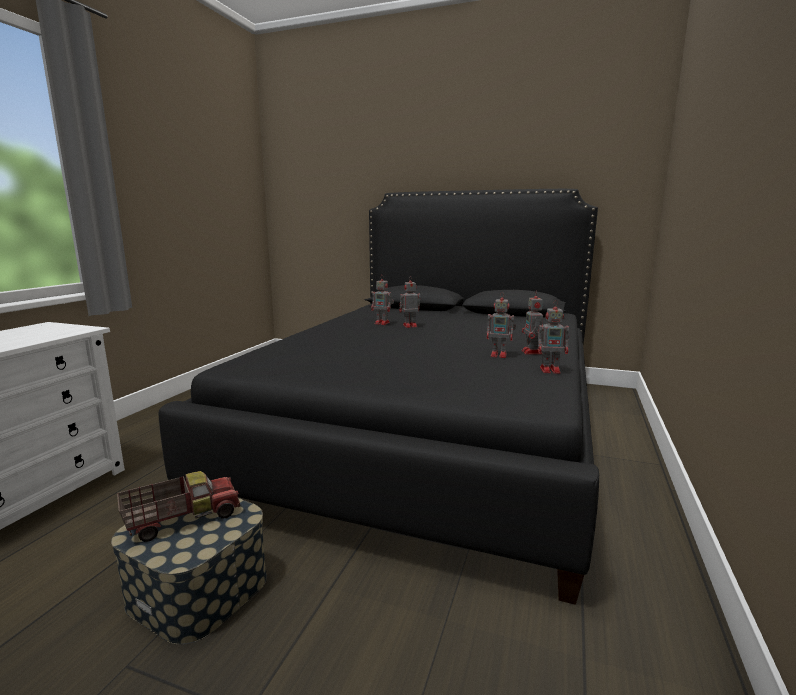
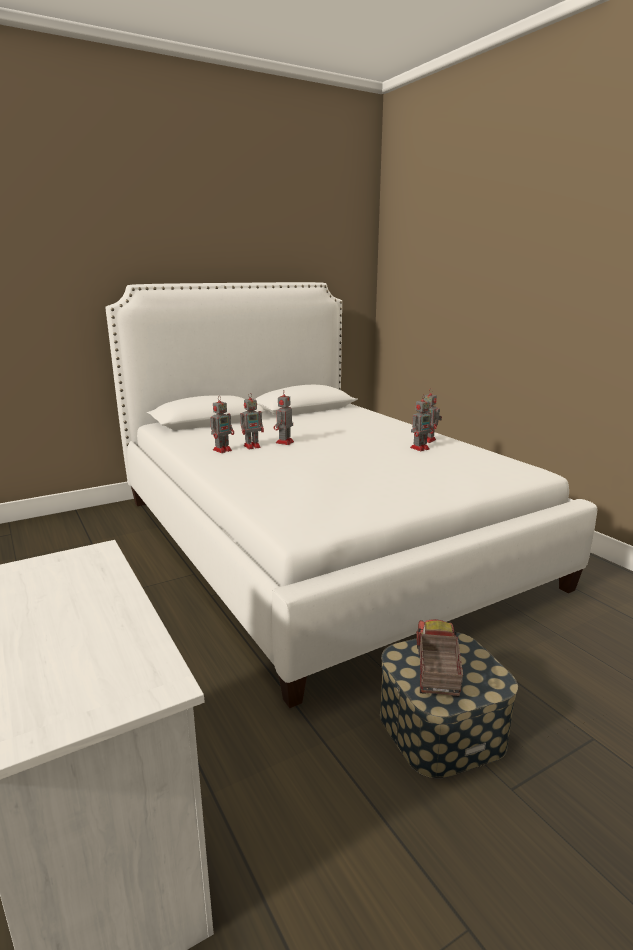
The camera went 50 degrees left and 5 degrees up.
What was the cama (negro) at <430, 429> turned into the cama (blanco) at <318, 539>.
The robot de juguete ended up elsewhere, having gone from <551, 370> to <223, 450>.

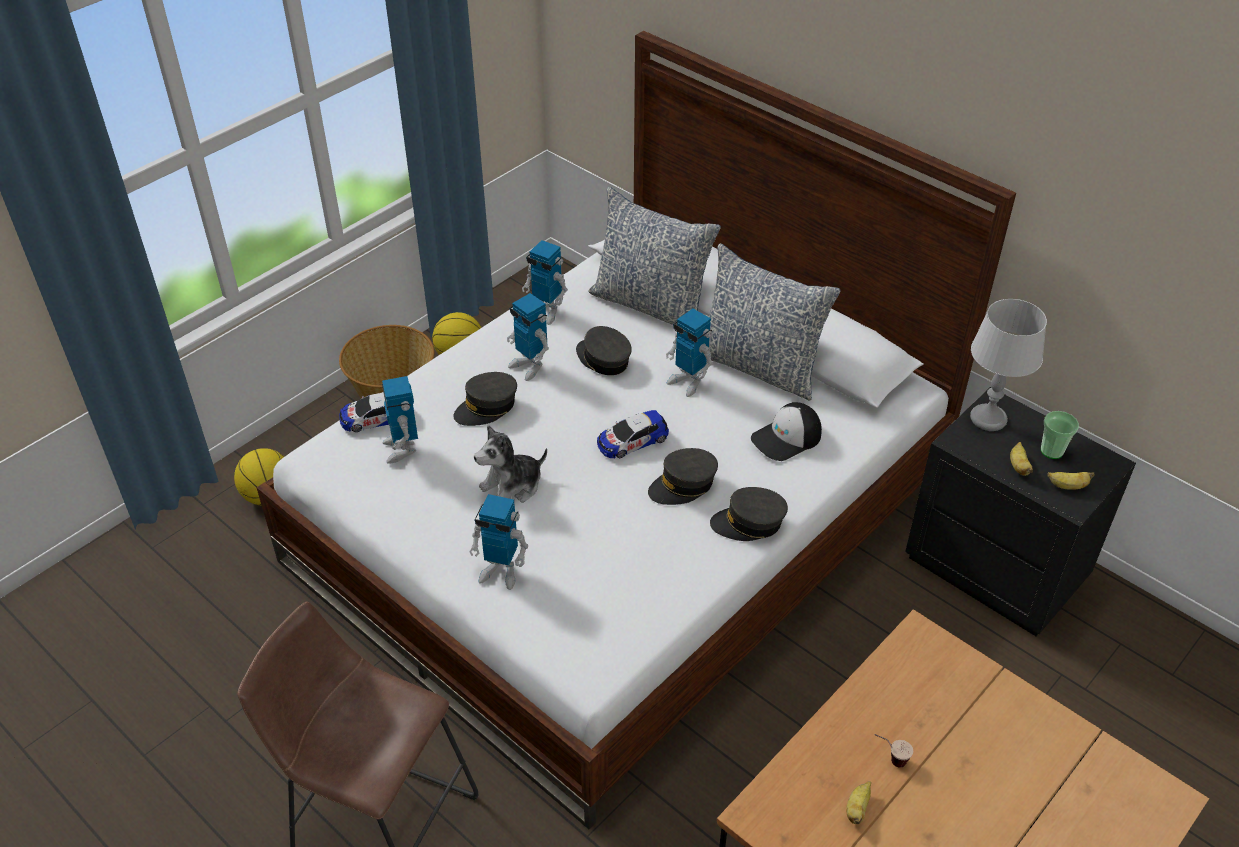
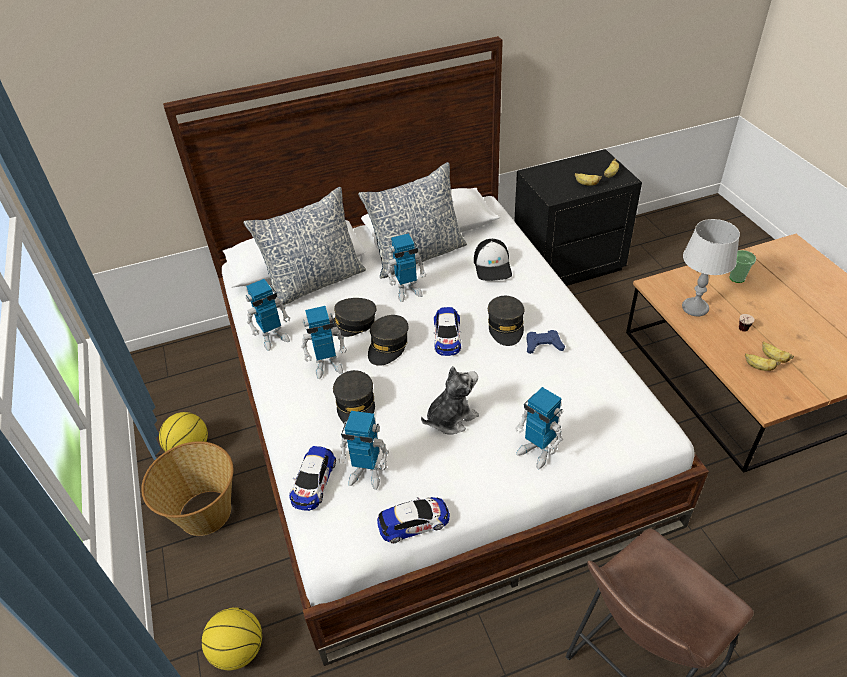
The camera went 60 degrees left and 0 degrees up.
The lámpara de mesa (gris) ended up elsewhere, having gone from <988, 419> to <695, 308>.
The taza ended up elsewhere, having gone from <1051, 451> to <737, 278>.
The peluche at <512, 487> ended up facing another way, 120 degrees counterclockwise from before.
The gorra (gris) ended up elsewhere, having gone from <749, 523> to <388, 346>.
The robot de juguete at <501, 571> ended up facing another way, 90 degrees clockwise from before.
The second view gained the mando de consola (azul) at <543, 345>.
The second view gained the plátano at <758, 367>.
The second view gained the coche de juguete at <414, 522>.

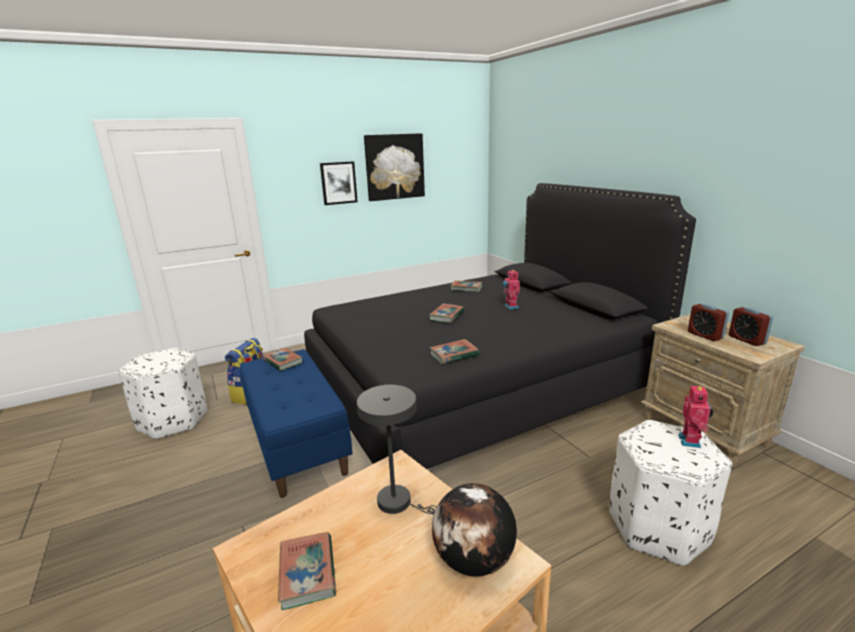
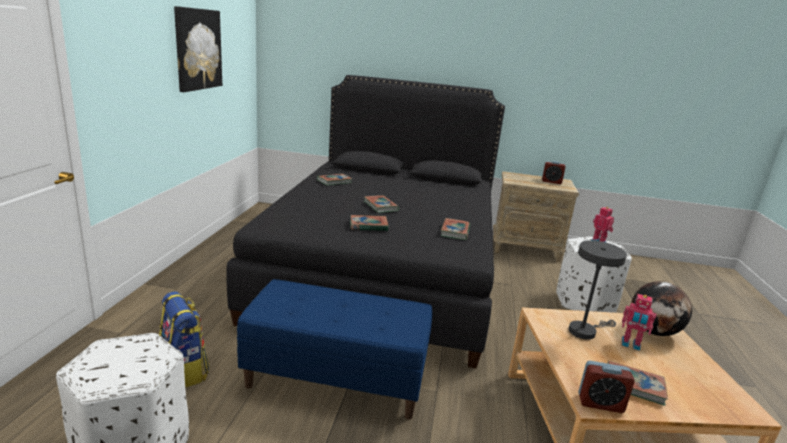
The camera went 55 degrees left and 0 degrees up.
The second view lost the cuadro at <338, 183>.
The robot de juguete ended up elsewhere, having gone from <510, 307> to <630, 345>.
The despertador ended up elsewhere, having gone from <705, 335> to <600, 403>.
The libro ended up elsewhere, having gone from <283, 362> to <368, 226>.

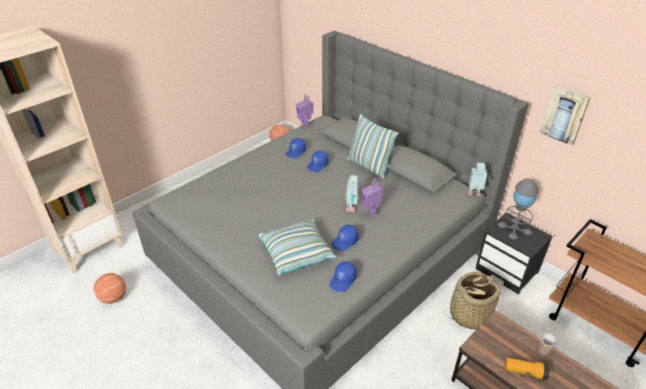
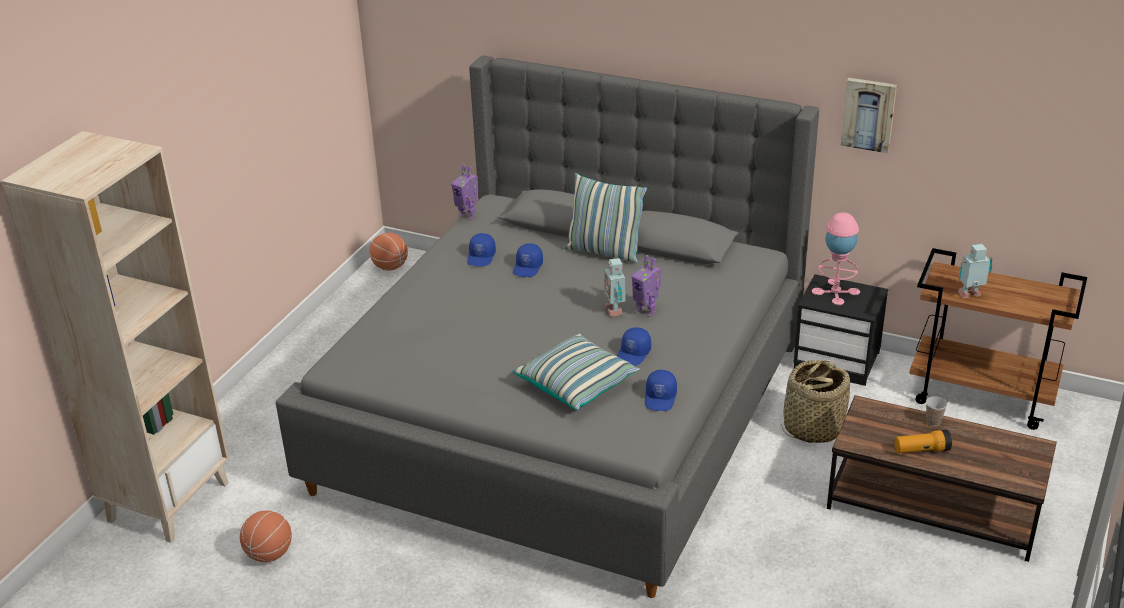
The camera went 20 degrees left and 5 degrees down.
The robot de juguete ended up elsewhere, having gone from <474, 194> to <971, 295>.
What was the lámpara de mesa (gris) at <514, 228> turned into the lámpara de mesa (rosa) at <835, 291>.

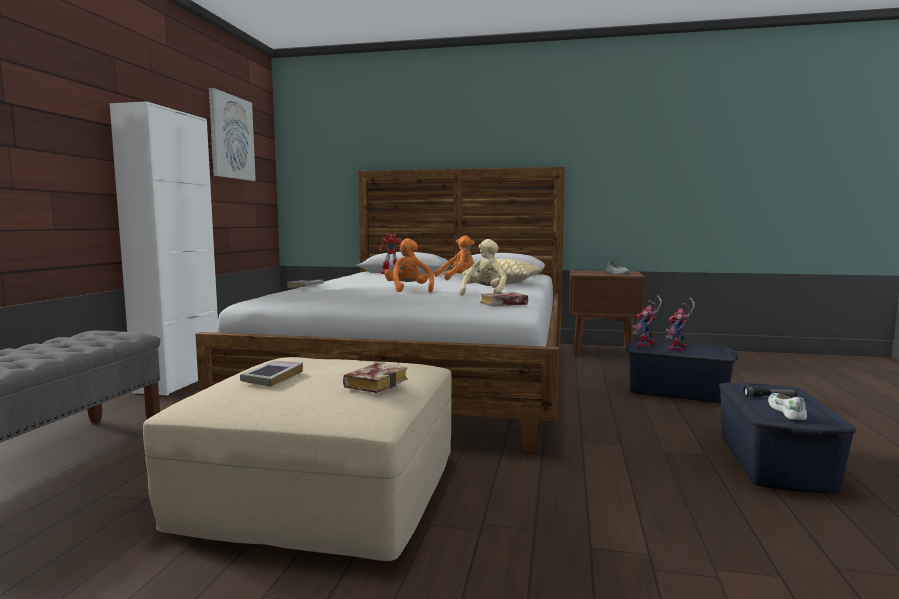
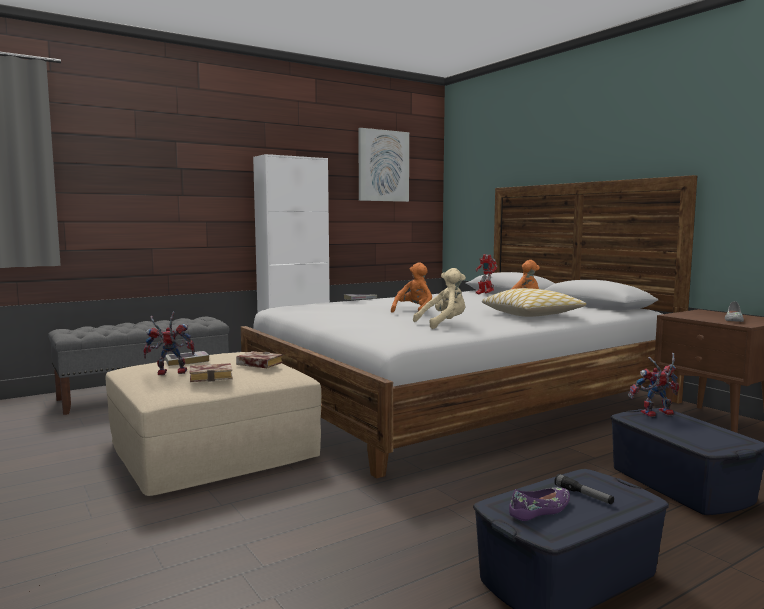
The camera went 45 degrees right and 0 degrees up.
The libro ended up elsewhere, having gone from <502, 304> to <257, 364>.
The robot de juguete ended up elsewhere, having gone from <679, 349> to <169, 373>.
What was the zapato (blanco) at <787, 411> turned into the zapato (morado) at <541, 510>.

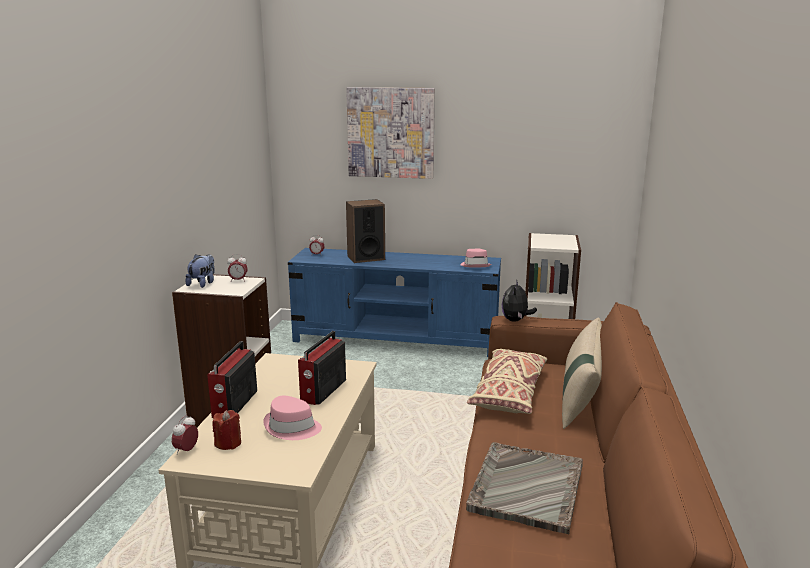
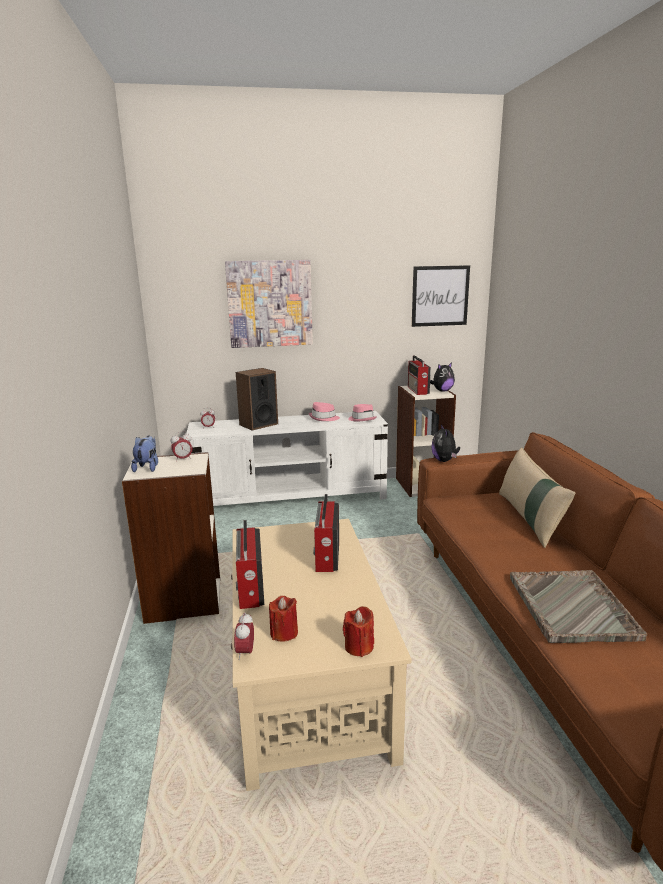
The camera went 20 degrees left and 0 degrees up.
What was the mueble de televisión (azul) at <396, 339> turned into the mueble de televisión (blanco) at <291, 497>.
The second view lost the cojín (beis) at <509, 392>.
The sombrero (rosa) ended up elsewhere, having gone from <292, 428> to <324, 418>.
The second view gained the cuadro at <440, 296>.
The second view gained the radio at <418, 390>.
The second view gained the peluche at <442, 391>.
The second view gained the vela (rojo) at <359, 646>.

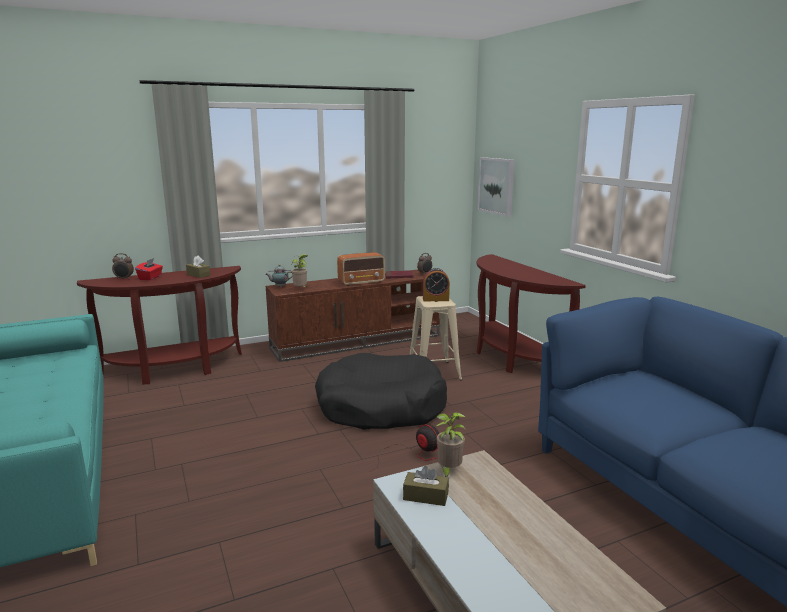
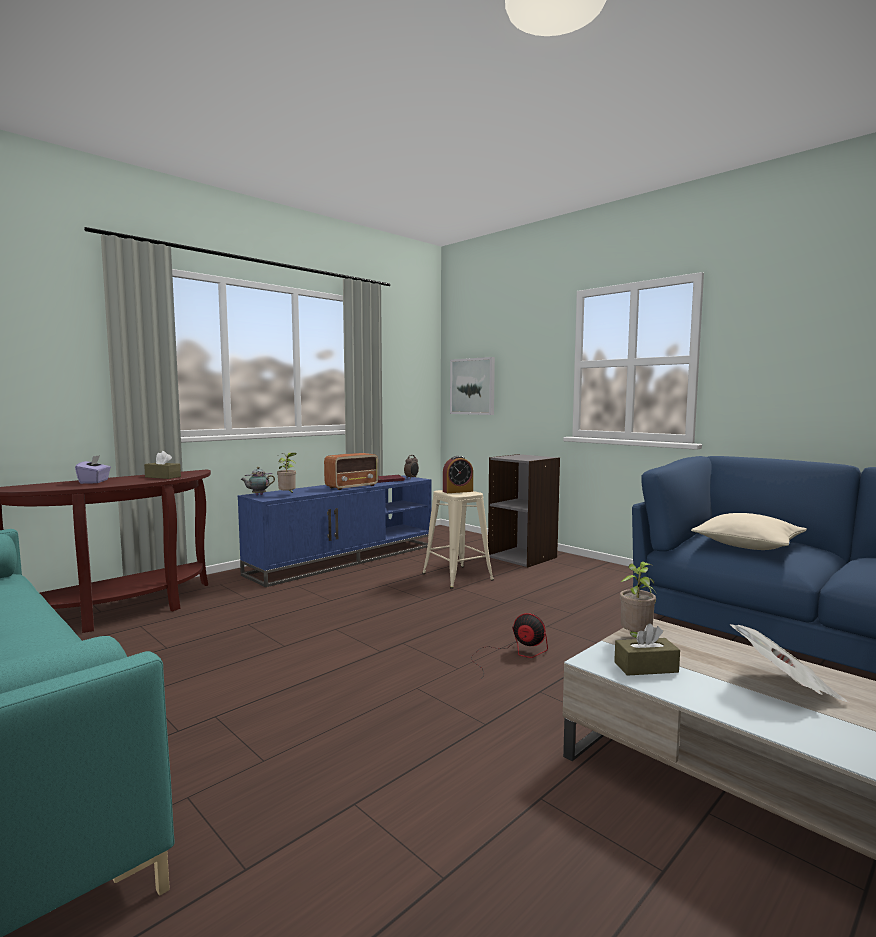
The camera went 20 degrees left and 10 degrees down.
The second view lost the despertador at <124, 279>.
Where the mesa consola (marrón) stood at <511, 358>, the estantería (gris) came to stand at <523, 557>.
What was the caja de pañuelos (rojo) at <150, 278> turned into the caja de pañuelos (morado) at <94, 481>.
What was the mueble de televisión (marrón) at <357, 341> turned into the mueble de televisión (azul) at <345, 559>.
The second view lost the cama para perro (negro) at <381, 407>.
The second view gained the cojín (beis) at <747, 545>.
The second view gained the periódico at <785, 687>.

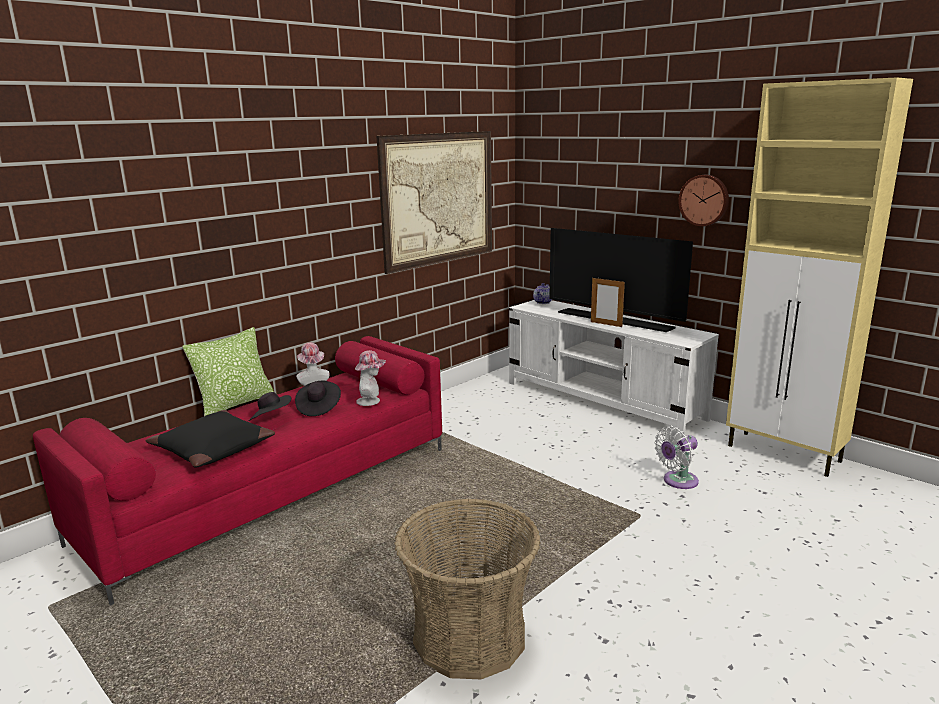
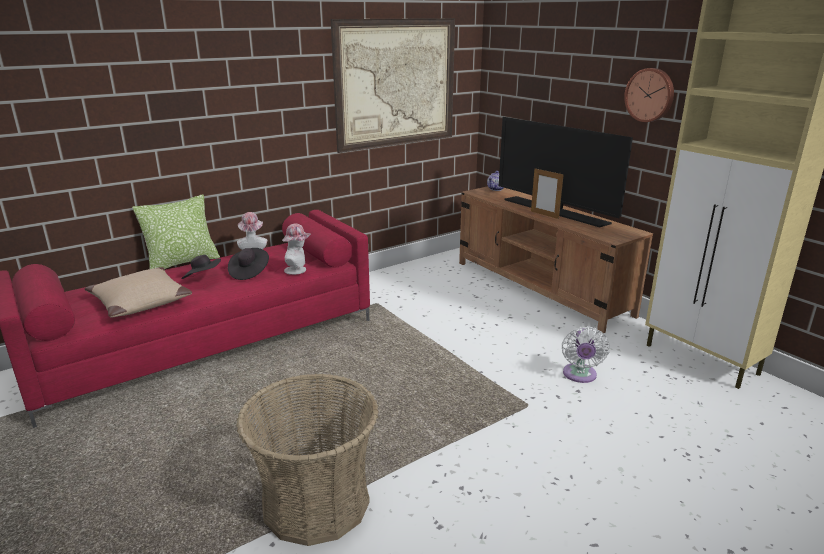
The camera went 10 degrees right and 5 degrees up.
What was the mueble de televisión (blanco) at <603, 401> turned into the mueble de televisión (marrón) at <540, 288>.
What was the cojín (negro) at <212, 449> turned into the cojín (beis) at <140, 302>.
The ventilador (blanco) at <677, 481> ended up facing another way, 60 degrees counterclockwise from before.

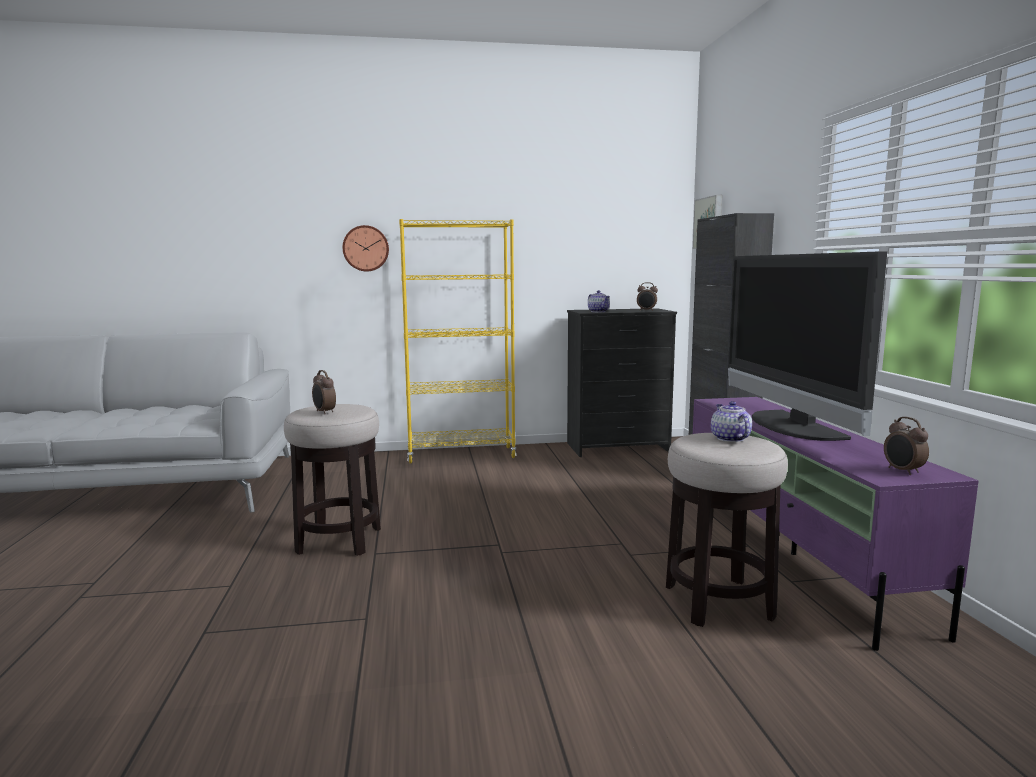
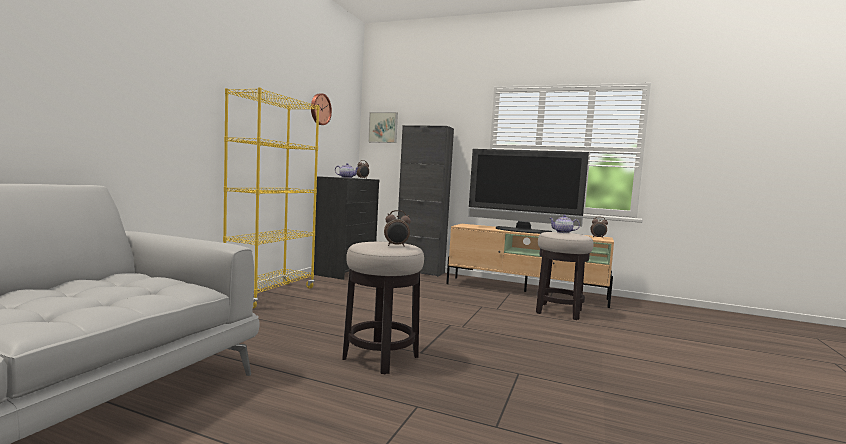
The camera went 60 degrees left and 5 degrees down.
The reloj de pared ended up elsewhere, having gone from <366, 248> to <319, 109>.
What was the mueble de televisión (morado) at <793, 555> turned into the mueble de televisión (beis) at <526, 291>.

